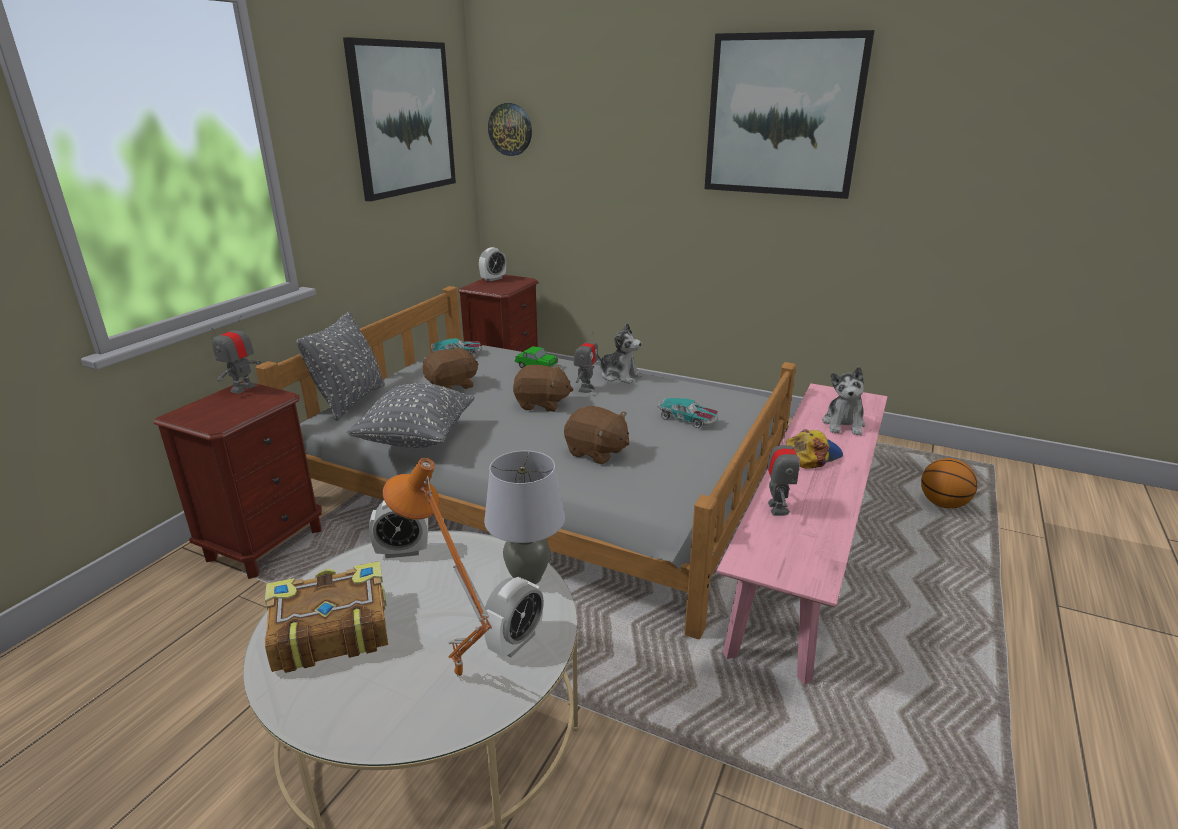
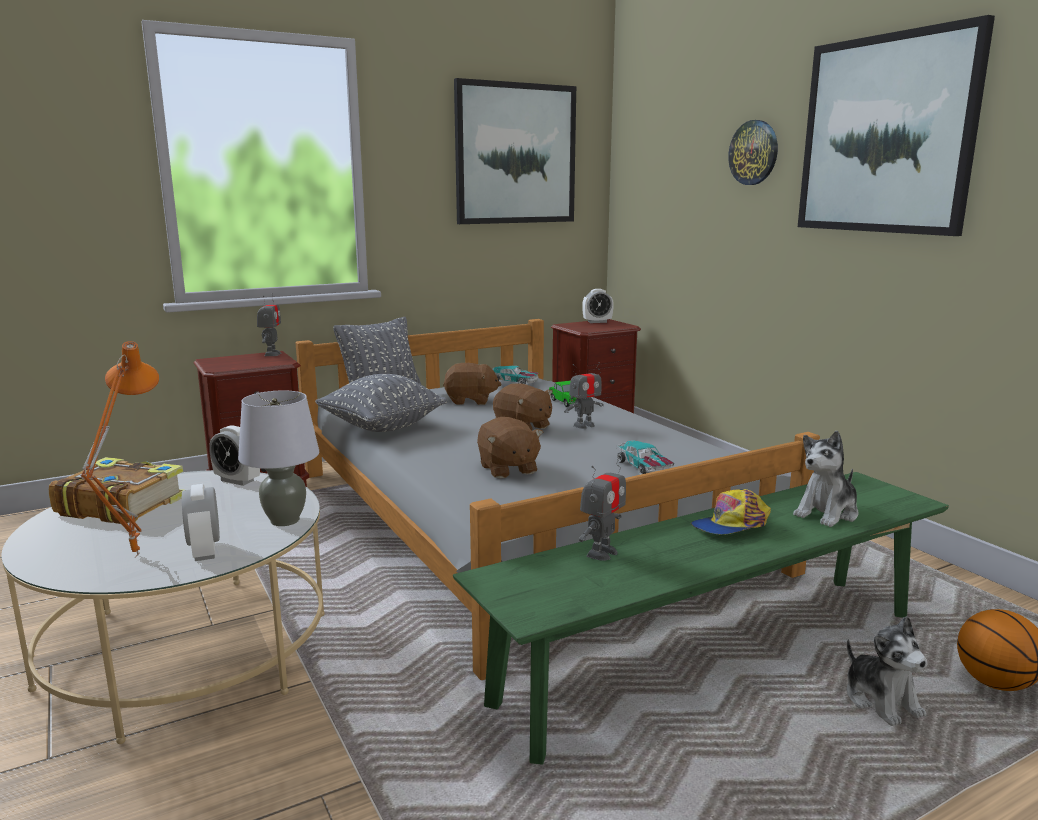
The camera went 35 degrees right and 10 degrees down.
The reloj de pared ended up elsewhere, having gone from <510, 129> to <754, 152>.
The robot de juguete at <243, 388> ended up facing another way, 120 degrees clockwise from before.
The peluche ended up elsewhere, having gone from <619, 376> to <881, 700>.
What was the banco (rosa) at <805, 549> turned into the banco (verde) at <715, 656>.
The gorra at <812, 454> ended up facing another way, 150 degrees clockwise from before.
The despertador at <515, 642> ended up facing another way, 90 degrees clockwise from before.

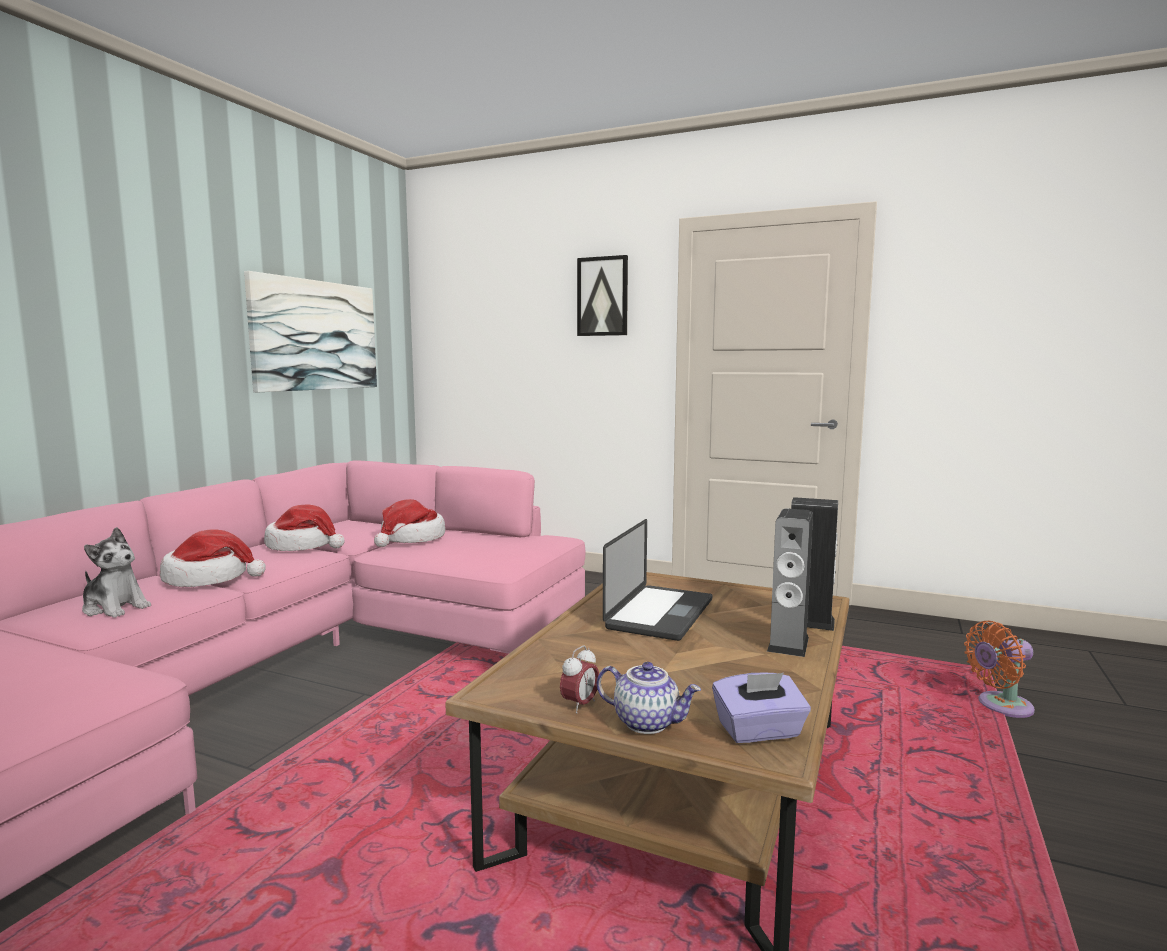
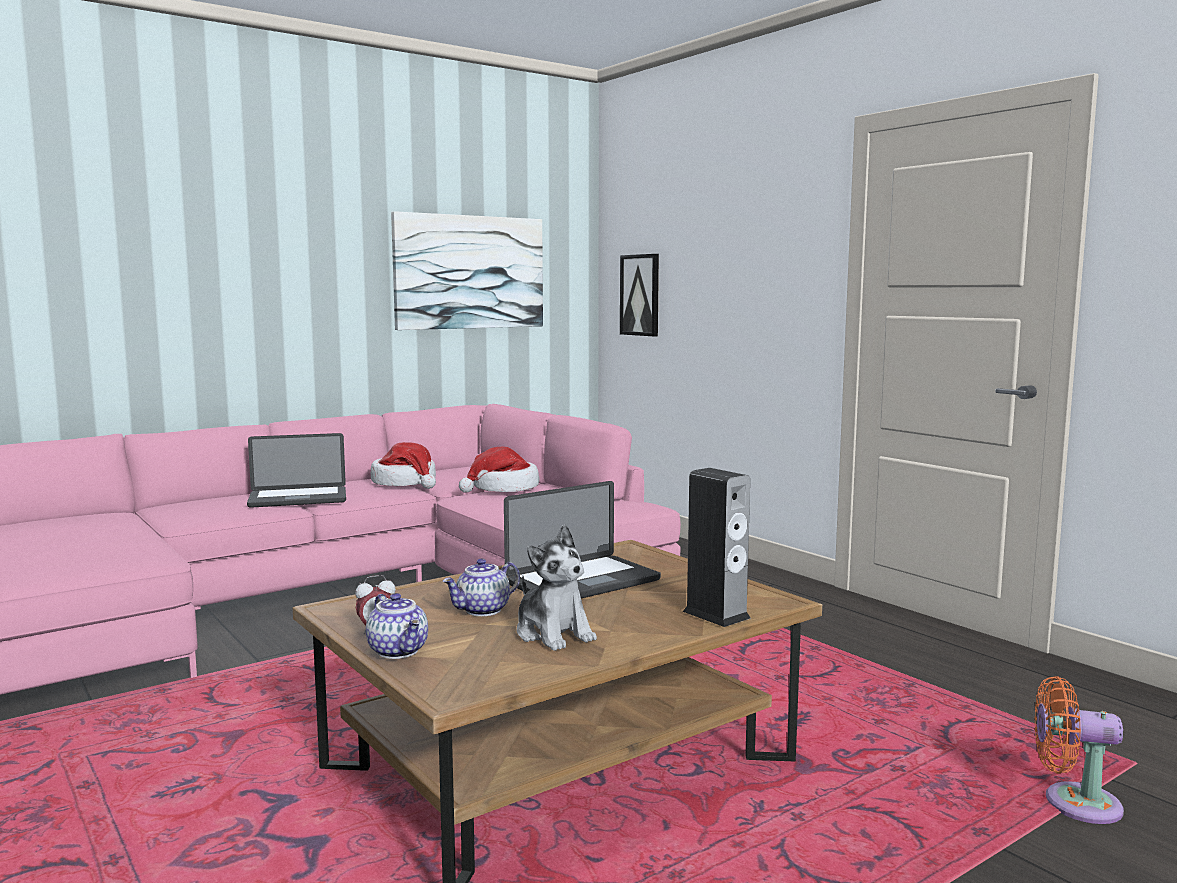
The camera went 30 degrees right and 0 degrees up.
The cuadro ended up elsewhere, having gone from <603, 296> to <640, 295>.
The second view lost the altavoz at <788, 644>.
The peluche ended up elsewhere, having gone from <115, 608> to <553, 634>.
Where the sombrero stood at <208, 578>, the portátil came to stand at <298, 499>.
The second view lost the caja de pañuelos (morado) at <759, 731>.
The second view gained the tetera at <483, 611>.

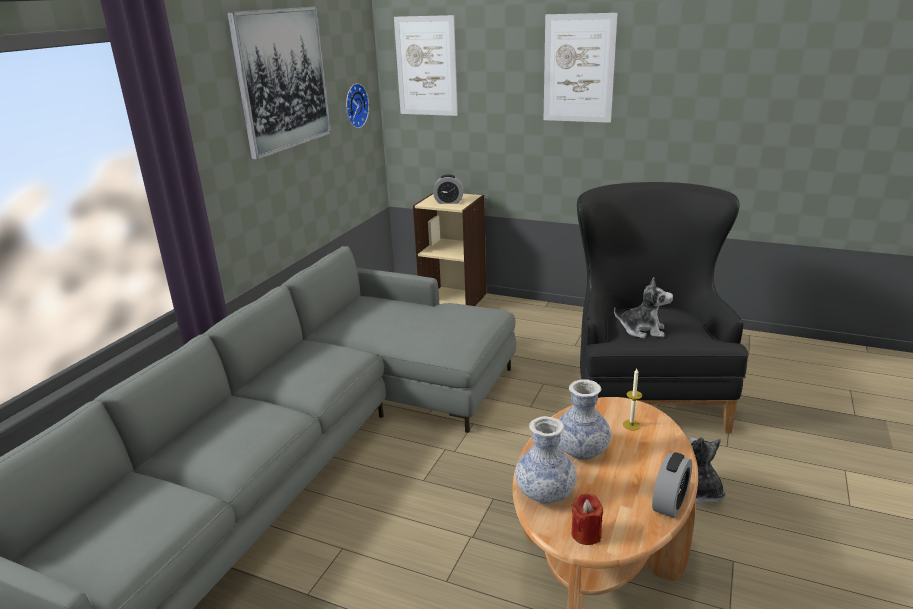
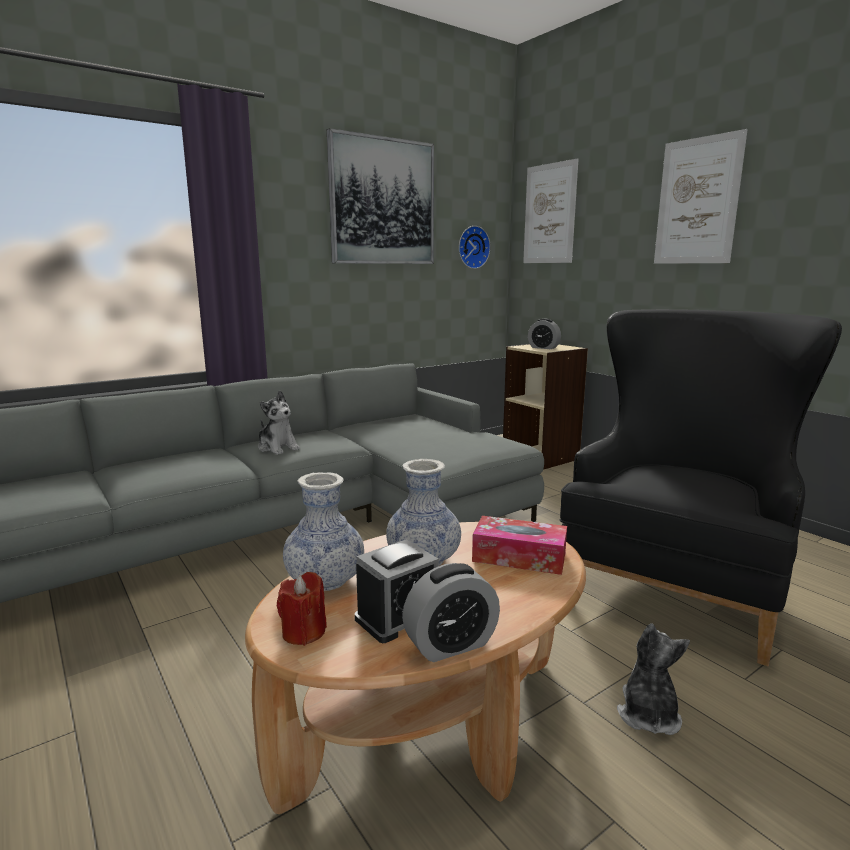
The camera went 30 degrees right and 10 degrees down.
The peluche ended up elsewhere, having gone from <642, 330> to <278, 448>.
Where the vela stood at <631, 425>, the caja de pañuelos came to stand at <519, 557>.
The second view gained the despertador at <398, 617>.

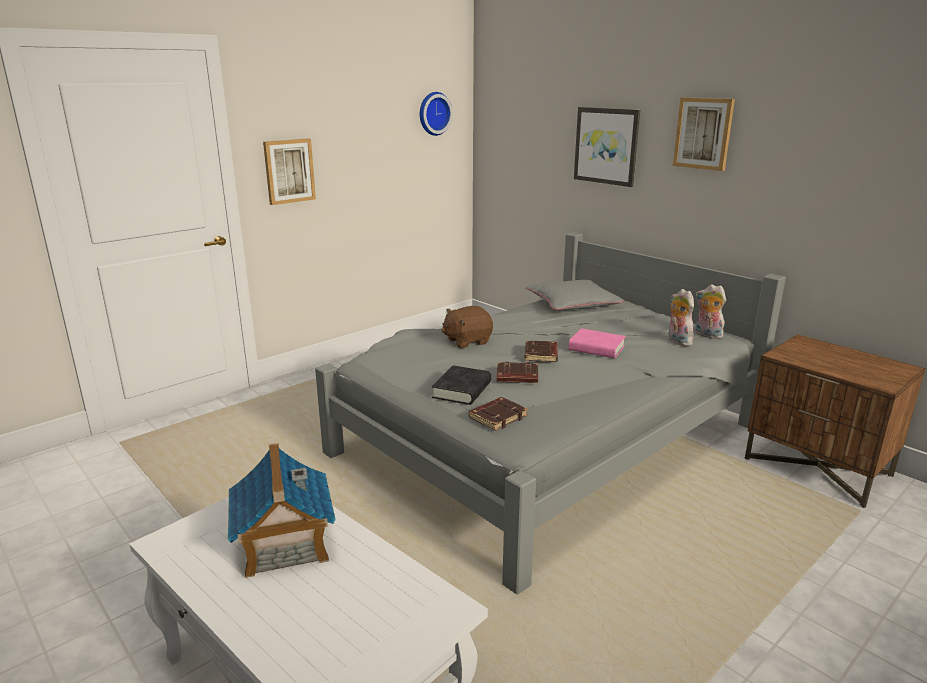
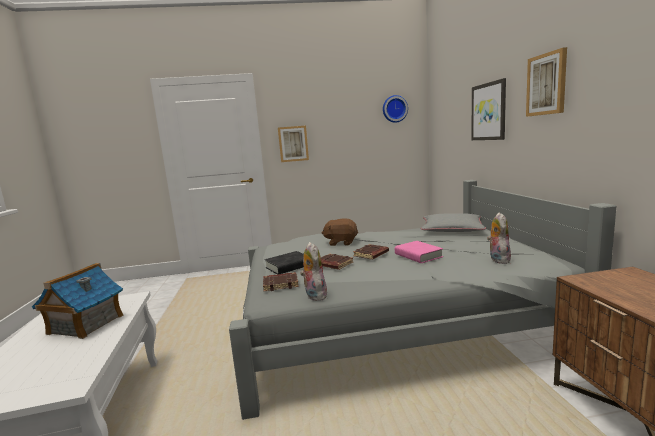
The camera went 35 degrees right and 10 degrees down.
The peluche ended up elsewhere, having gone from <707, 335> to <314, 295>.

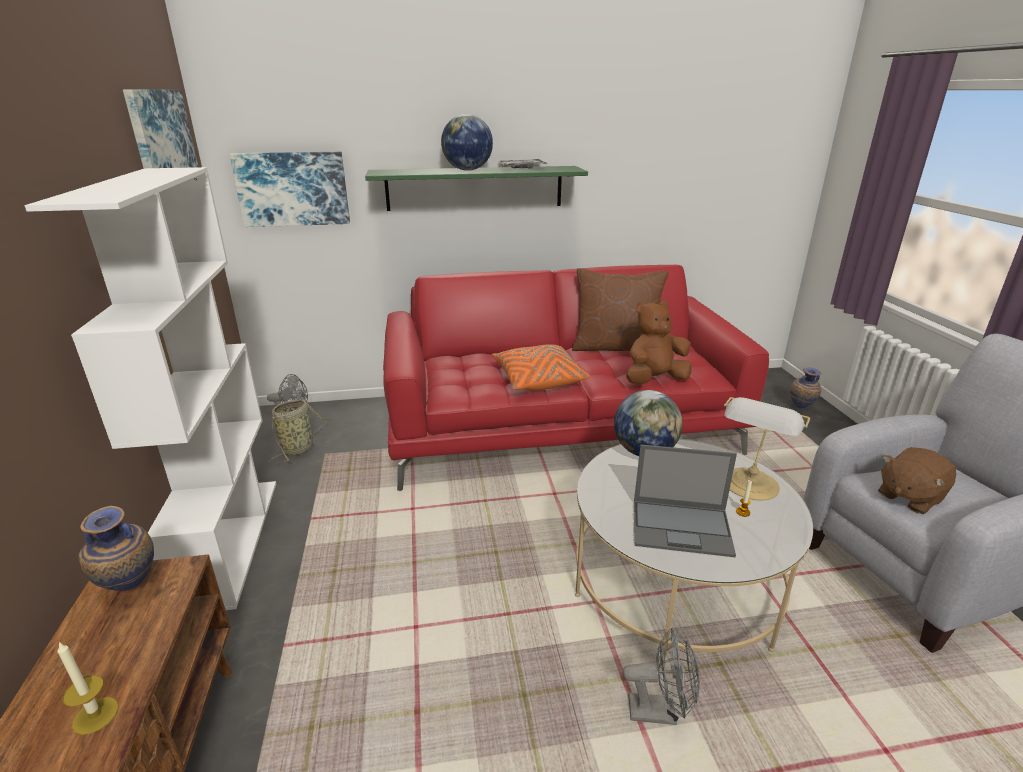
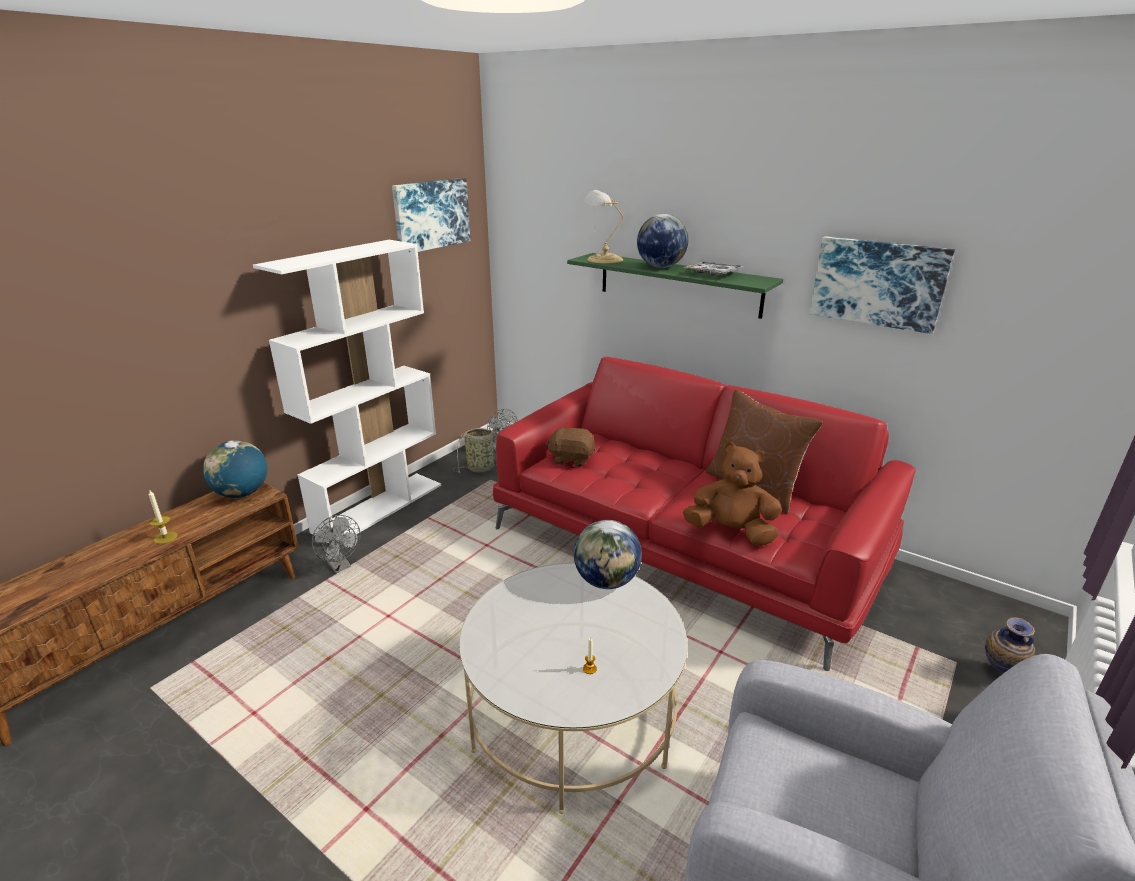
The camera went 45 degrees right and 0 degrees up.
The cuadro ended up elsewhere, having gone from <293, 189> to <878, 283>.
The second view lost the cojín (naranja) at <538, 379>.
The lámpara de mesa ended up elsewhere, having gone from <750, 485> to <603, 259>.
The second view lost the portátil at <682, 527>.
The peluche (marrón) ended up elsewhere, having gone from <909, 497> to <571, 459>.
Where the florero stood at <130, 590>, the globo terráqueo came to stand at <242, 493>.
The ventilador (gris) ended up elsewhere, having gone from <660, 711> to <340, 566>.

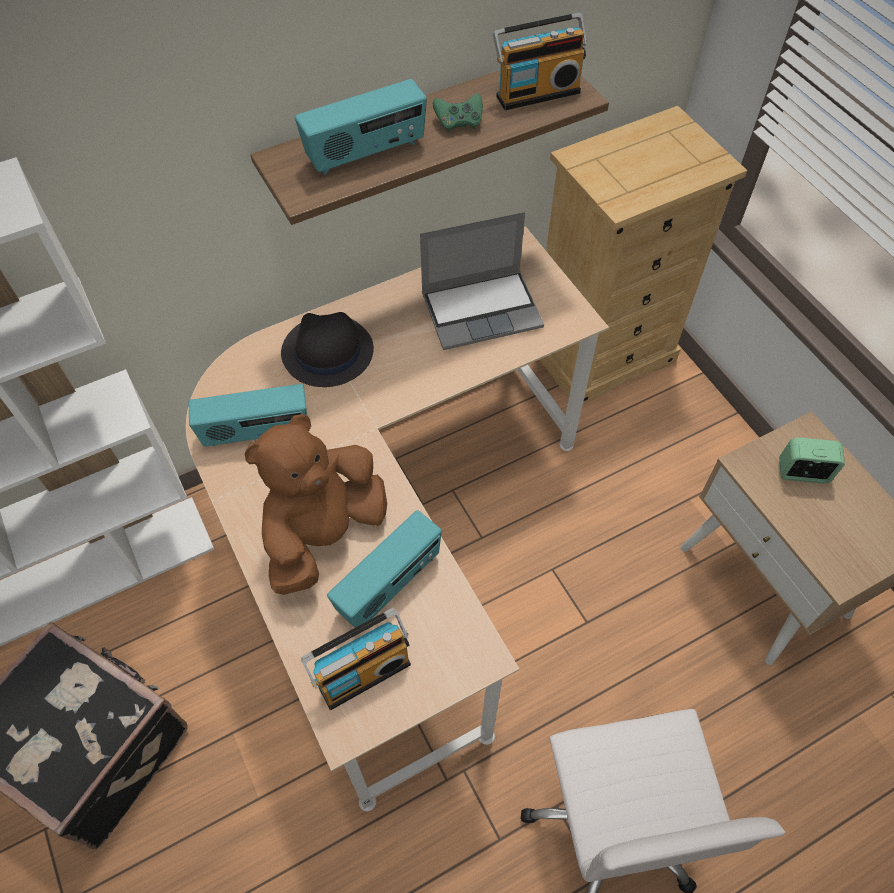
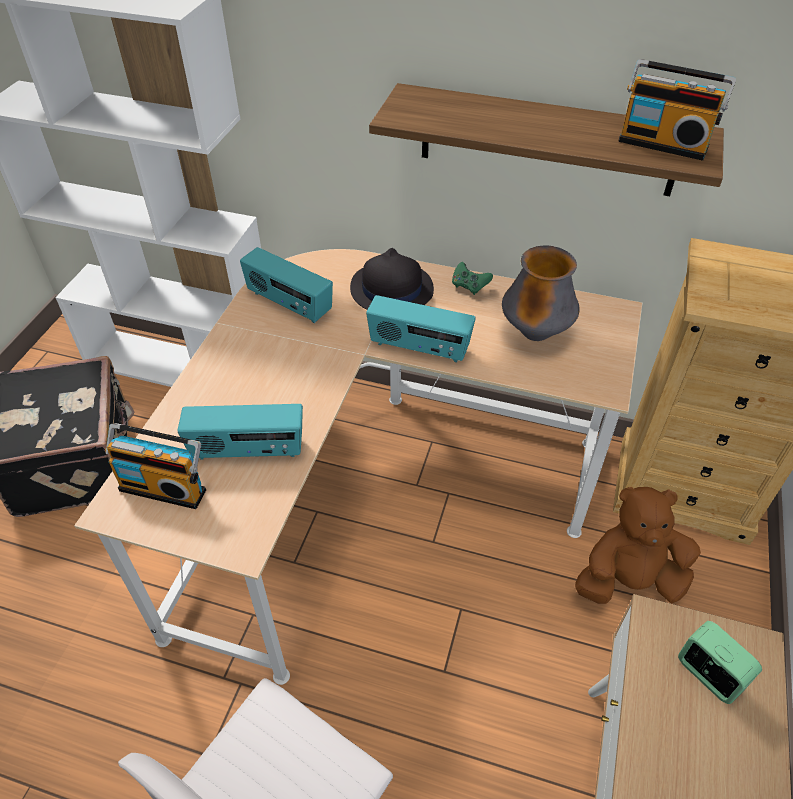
The camera went 45 degrees right and 10 degrees down.
The radio ended up elsewhere, having gone from <366, 153> to <419, 348>.
The mando de consola (verde) ended up elsewhere, having gone from <459, 123> to <469, 286>.
Where the portátil stood at <482, 309>, the florero came to stand at <535, 333>.
The peluche (marrón) ended up elsewhere, having gone from <323, 533> to <628, 580>.

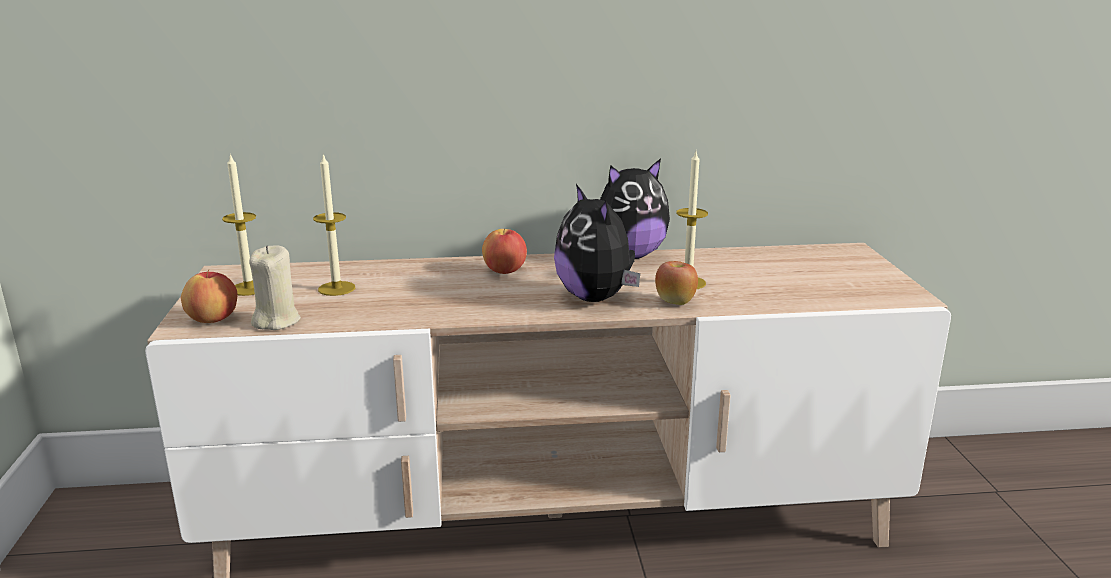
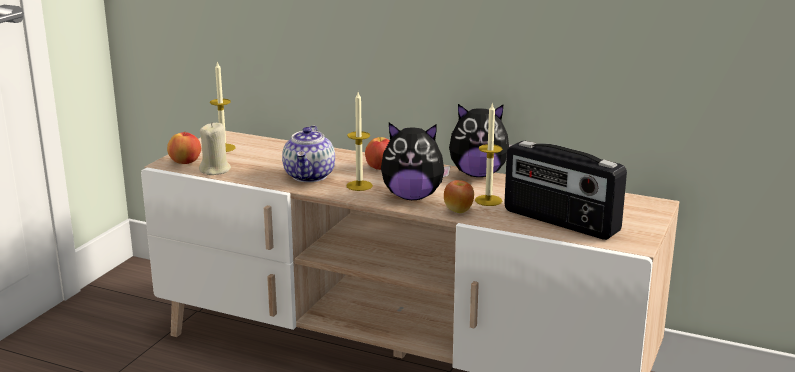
The camera went 30 degrees right and 0 degrees up.
The vela ended up elsewhere, having gone from <336, 288> to <359, 185>.
The peluche at <596, 297> ended up facing another way, 90 degrees counterclockwise from before.
The second view gained the tetera at <310, 176>.
The second view gained the radio at <560, 222>.

